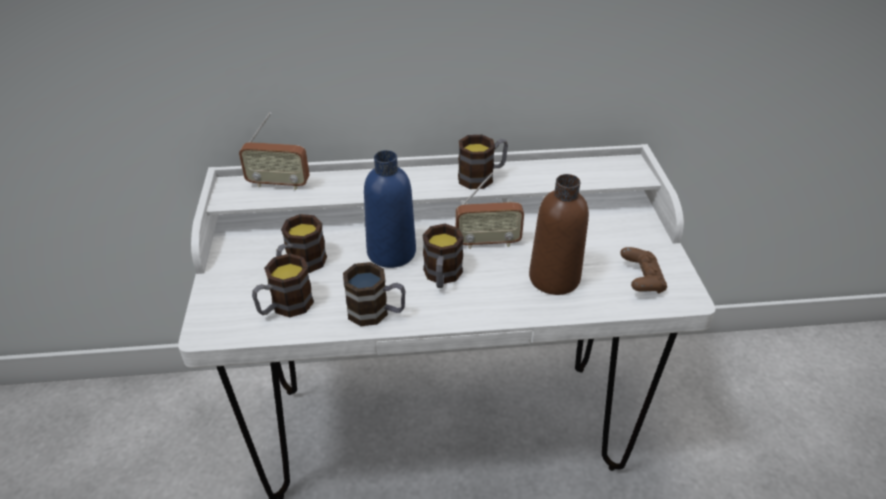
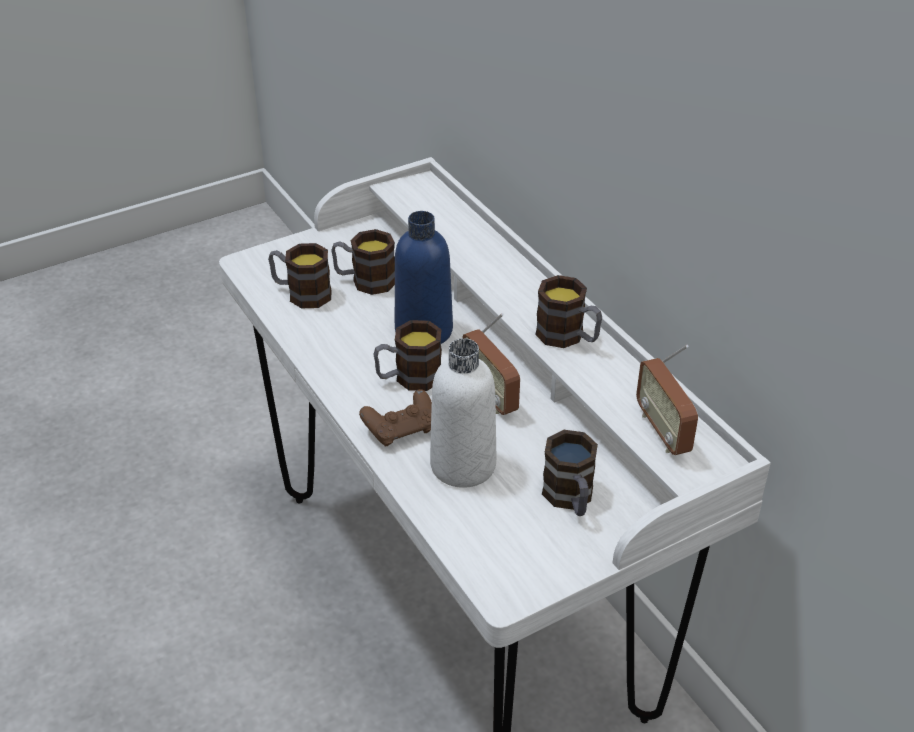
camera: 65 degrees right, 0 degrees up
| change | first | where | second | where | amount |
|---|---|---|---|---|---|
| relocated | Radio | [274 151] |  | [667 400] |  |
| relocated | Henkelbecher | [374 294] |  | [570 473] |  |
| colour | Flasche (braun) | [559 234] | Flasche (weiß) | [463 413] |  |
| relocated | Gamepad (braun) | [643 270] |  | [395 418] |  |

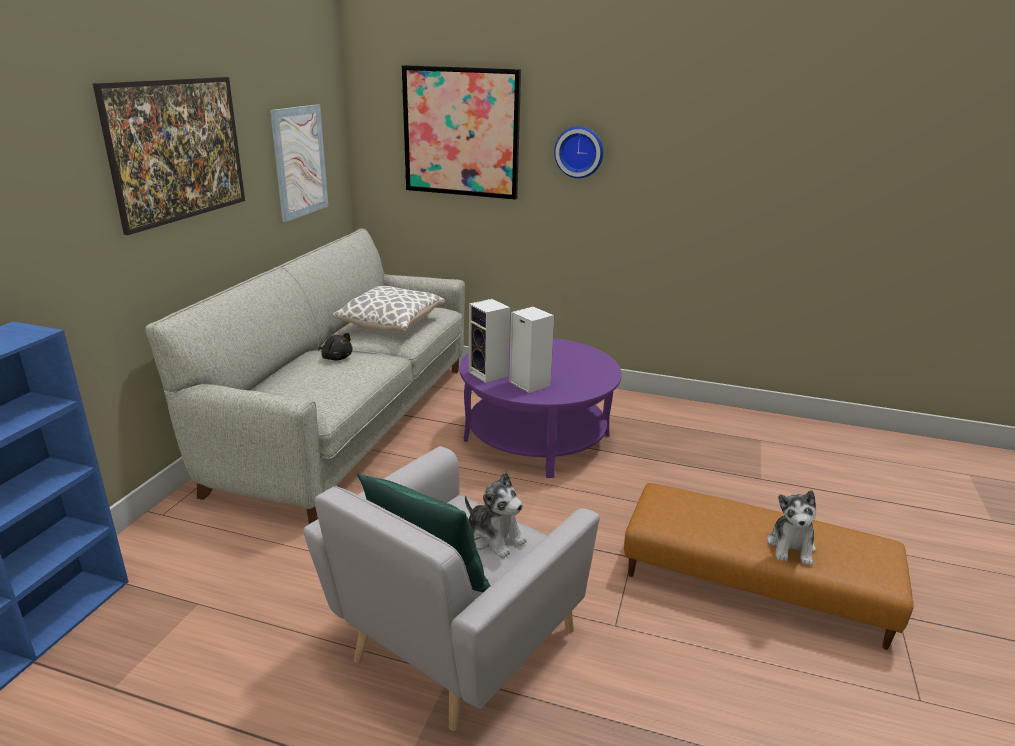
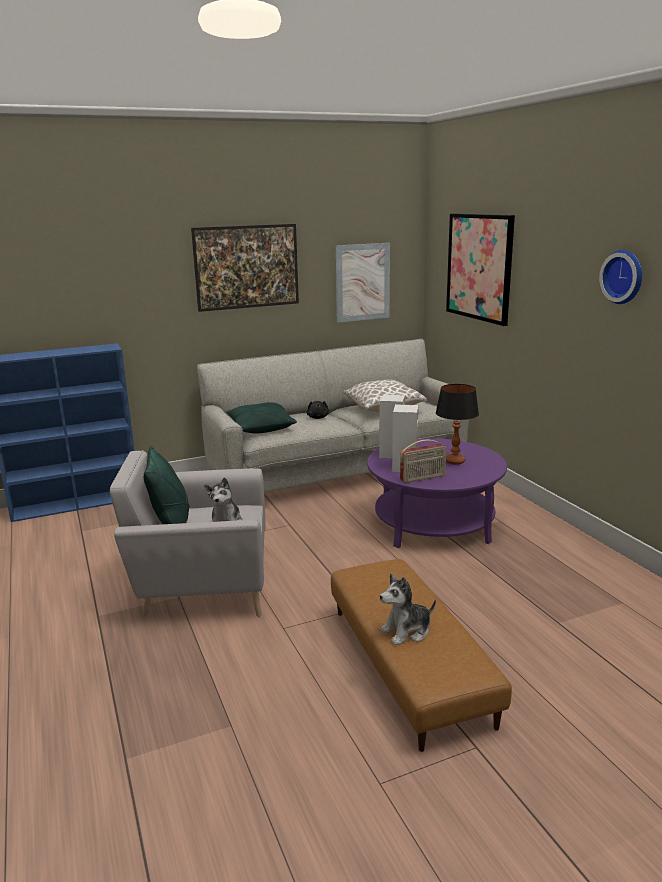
camera: 50 degrees right, 5 degrees down
| change | first | where | second | where | amount |
|---|---|---|---|---|---|
| relocated | Wanduhr | [578 152] |  | [620 277] |  |
| appeared |  |  | Kissen (grün) | [261 417] |  |
| appeared |  |  | Radio | [423 461] |  |
| appeared |  |  | Tischlampe | [457 424] |  |

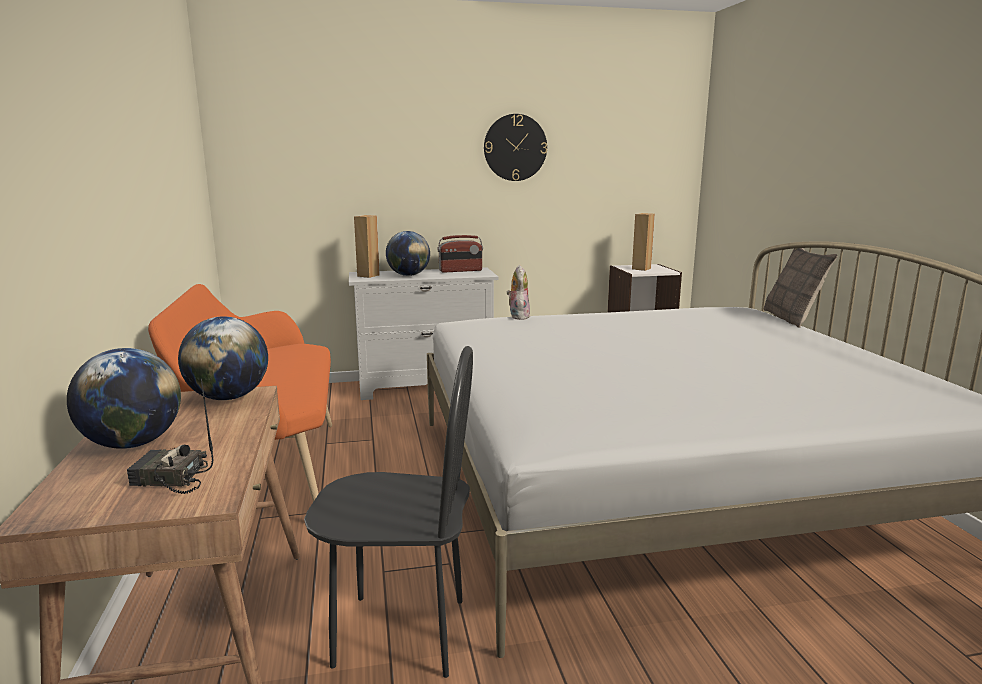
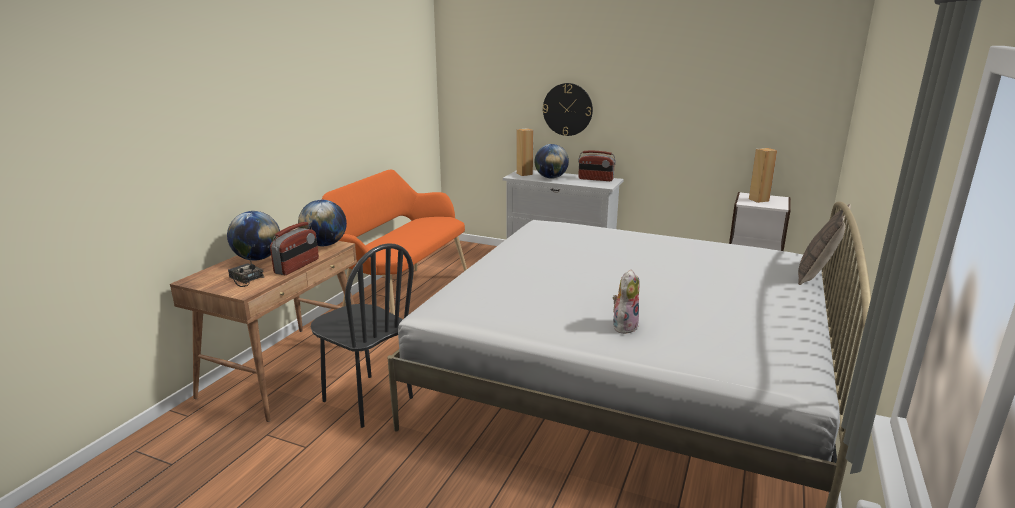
camera: 35 degrees right, 5 degrees up
| change | first | where | second | where | amount |
|---|---|---|---|---|---|
| relocated | Wanduhr | [515 147] |  | [568 109] |  |
| relocated | Plüschtier | [518 292] |  | [626 301] |  |
| appeared |  |  | Radio | [294 248] |  |

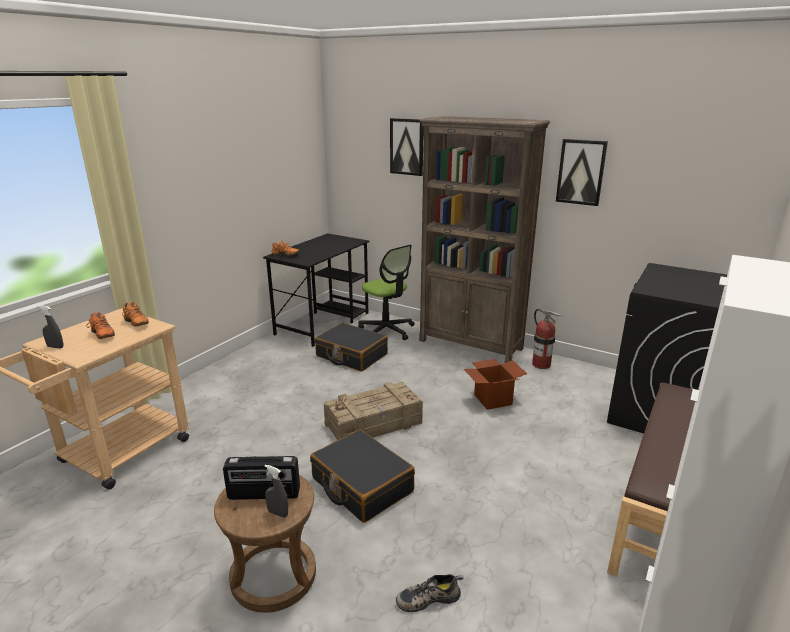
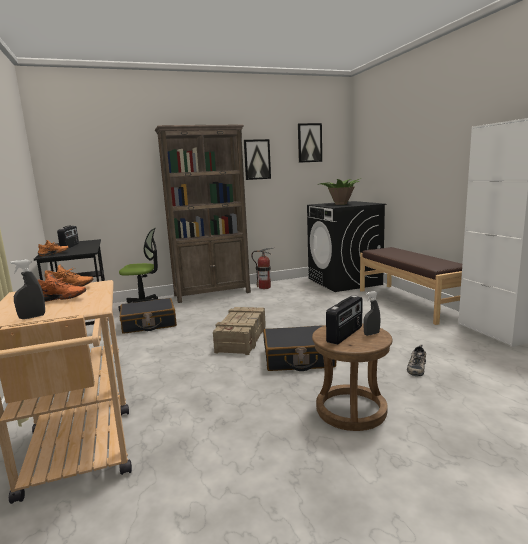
camera: 50 degrees left, 10 degrees down
| change | first | where | second | where | amount |
|---|---|---|---|---|---|
| relocated | Bild | [406 147] |  | [310 143] |  |
| missing | Karton | [495 384] |  |  |  |
| appeared |  |  | Radio | [68 237] |  |
| appeared |  |  | Topfpflanze | [339 191] |  |

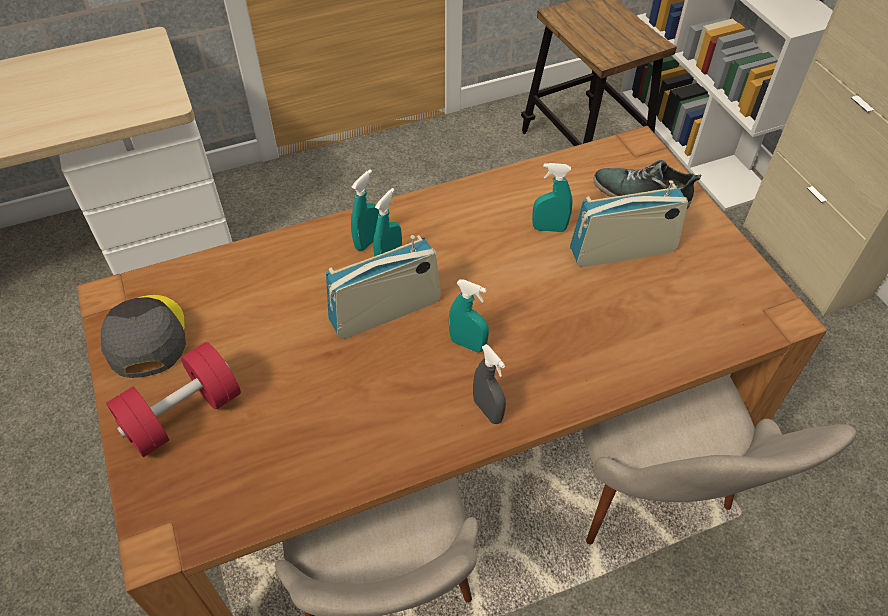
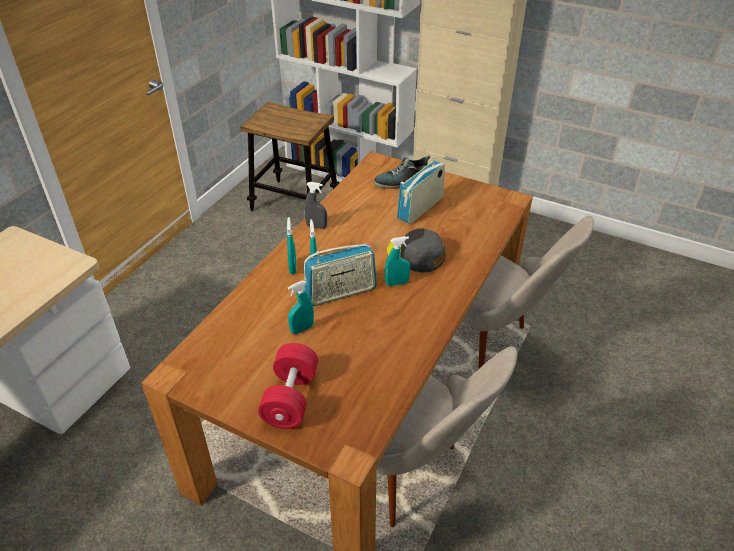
camera: 40 degrees left, 10 degrees down
| change | first | where | second | where | amount |
|---|---|---|---|---|---|
| relocated | Kappe (grau) | [143 336] |  | [416 250] |  |
| spun | Radio | [383 287] |  | [340 275] | 135 degrees counterclockwise |
| relocated | Sprühflasche (grau) | [489 384] |  | [315 205] |  |
| relocated | Sprühflasche (türkis) | [552 197] |  | [301 307] |  |

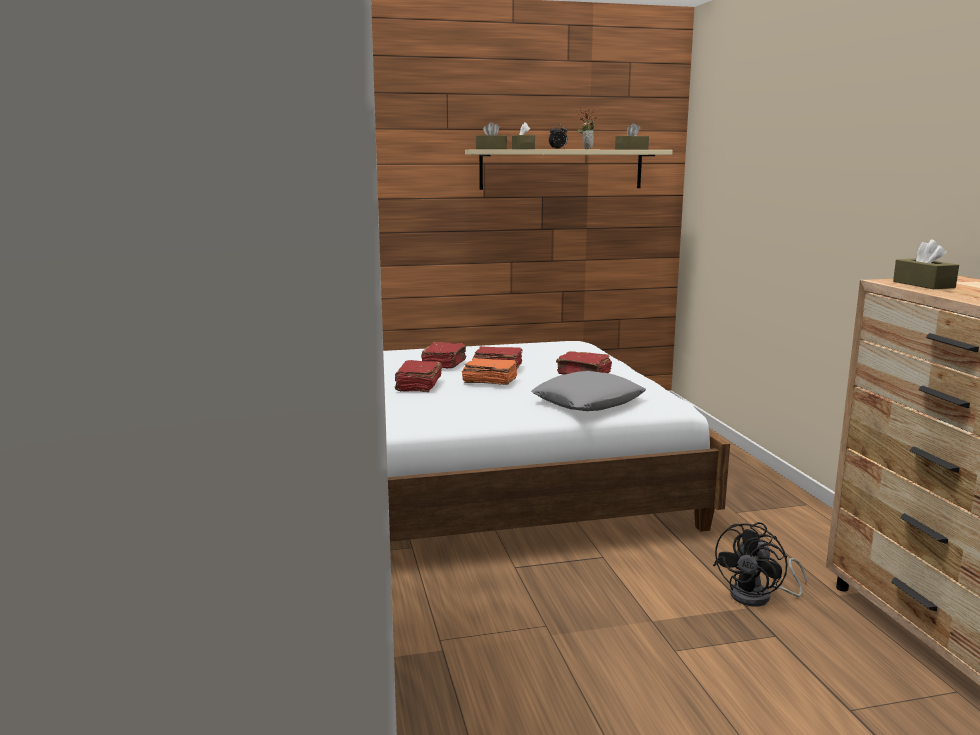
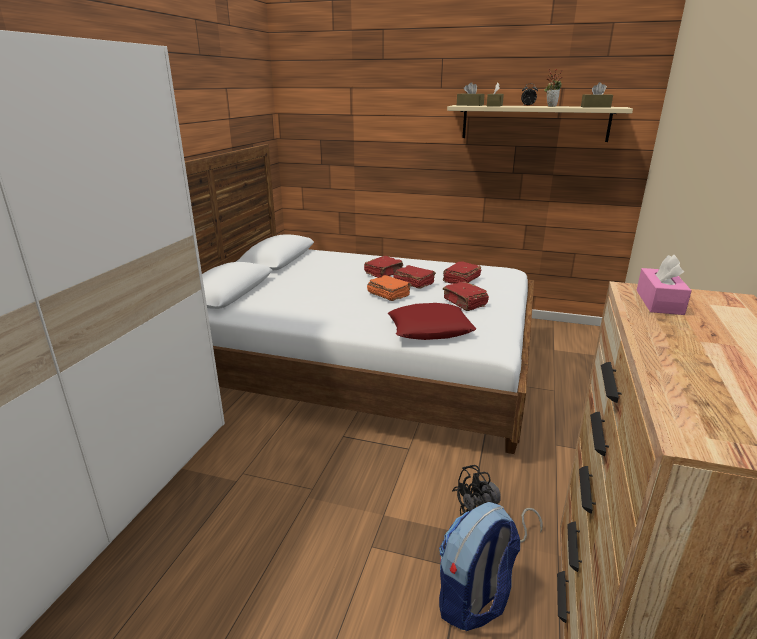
camera: 30 degrees right, 10 degrees up
| change | first | where | second | where | amount |
|---|---|---|---|---|---|
| relocated | Buch (rot) | [418 376] |  | [462 272] |  |
| colour | Kissen (grau) | [588 391] | Kissen (rot) | [432 321] |  |
| colour | Taschentuchbox (braun) | [926 264] | Taschentuchbox (rosa) | [664 285] |  |
| appeared |  |  | Rucksack | [479 566] |  |

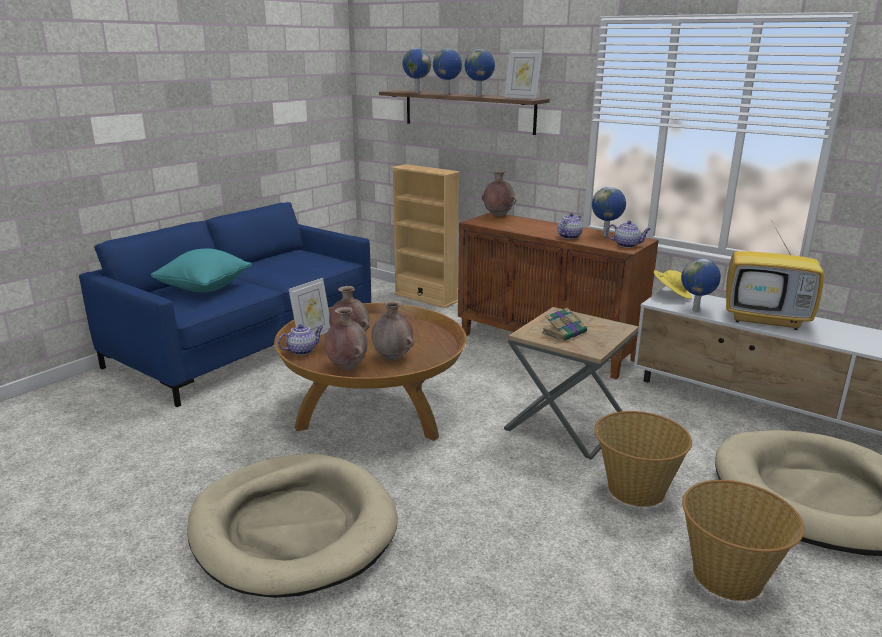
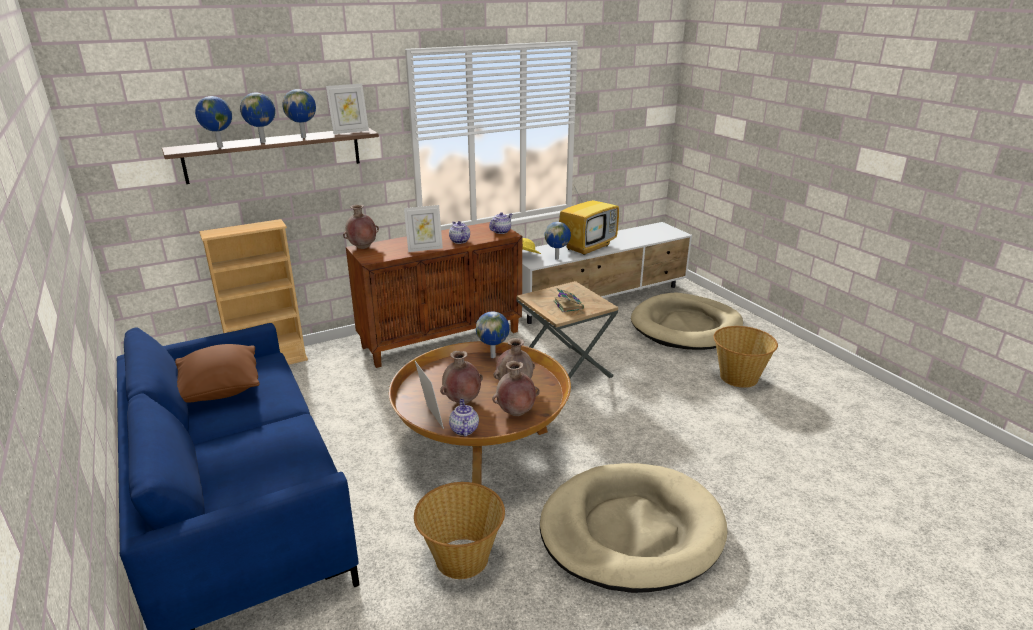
camera: 65 degrees left, 5 degrees up
| change | first | where | second | where | amount |
|---|---|---|---|---|---|
| missing | Kissen (türkis) | [201 271] |  |  |  |
| relocated | Globus | [609 211] |  | [492 334] |  |
| relocated | Korb | [643 459] |  | [459 530] |  |
| appeared |  |  | Kissen (braun) | [217 373] |  |
| appeared |  |  | Bilderrahmen | [423 228] |  |

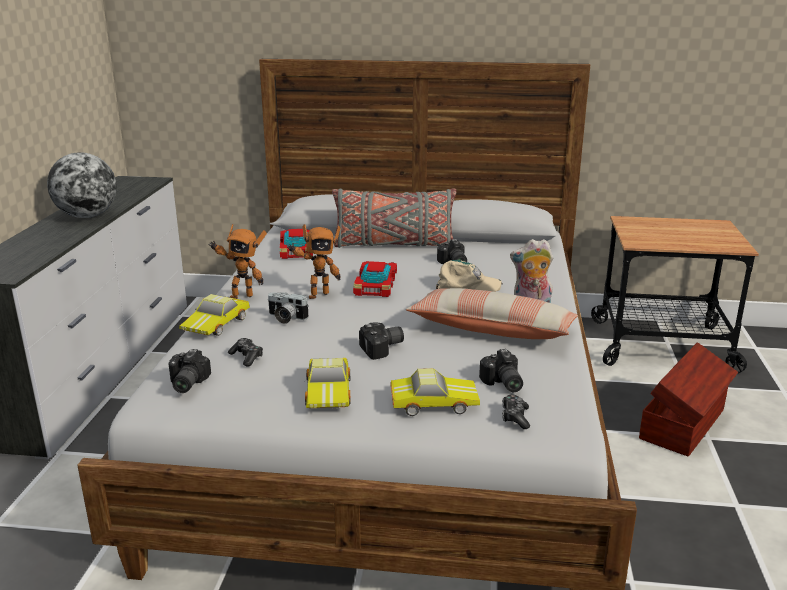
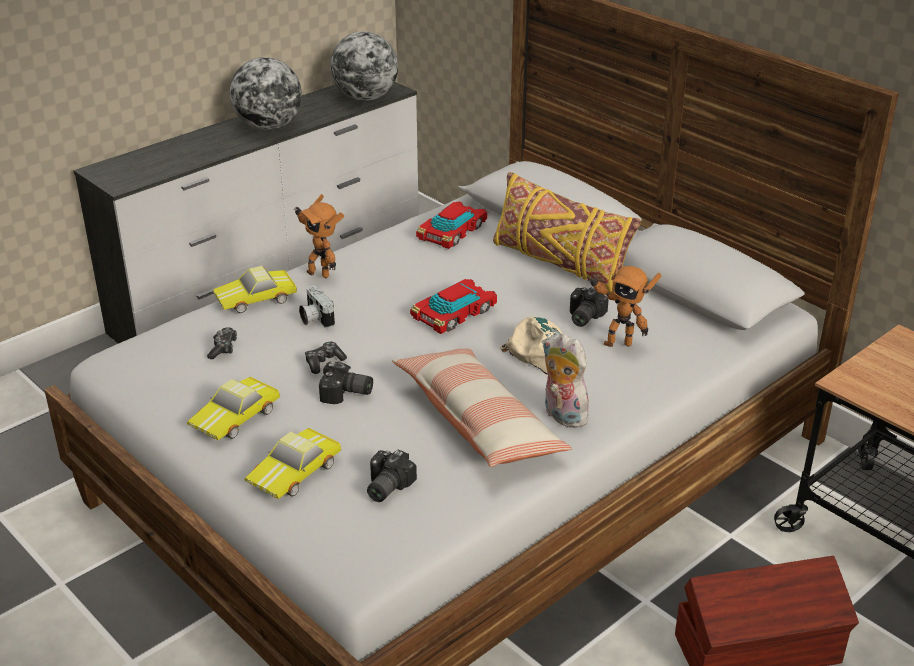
camera: 40 degrees right, 10 degrees up
| change | first | where | second | where | amount |
|---|---|---|---|---|---|
| missing | Kamera | [189 371] |  |  |  |
| relocated | Spielzeugroboter | [313 261] |  | [625 302] |  |
| colour | Kissen (grau) | [394 218] | Kissen (gelb) | [567 232] |  |
| spun | Spielzeugauto | [435 392] |  | [292 463] | 90 degrees clockwise |
| relocated | Gamepad | [516 411] |  | [326 358] |  |
| appeared |  |  | Globus | [364 66] |  |

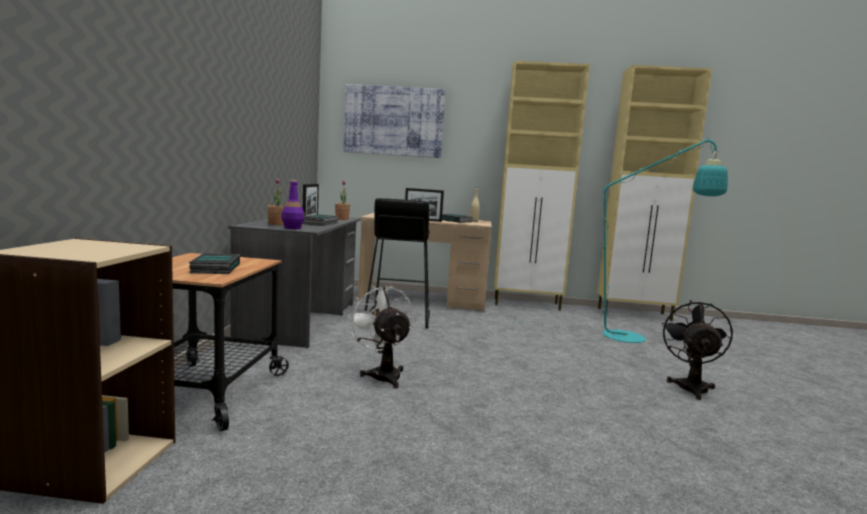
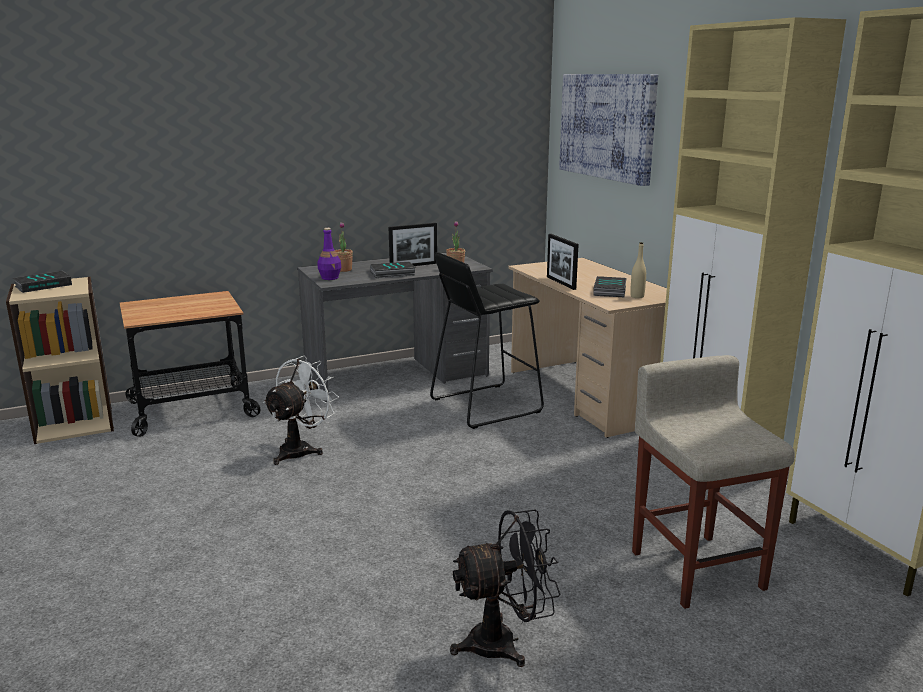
camera: 60 degrees right, 10 degrees up
| change | first | where | second | where | amount |
|---|---|---|---|---|---|
| relocated | Buch | [214 263] |  | [42 282] |  |
| exchanged | Stehlampe (türkis) | [621 240] | Hocker (beige) | [713 482] |  |

